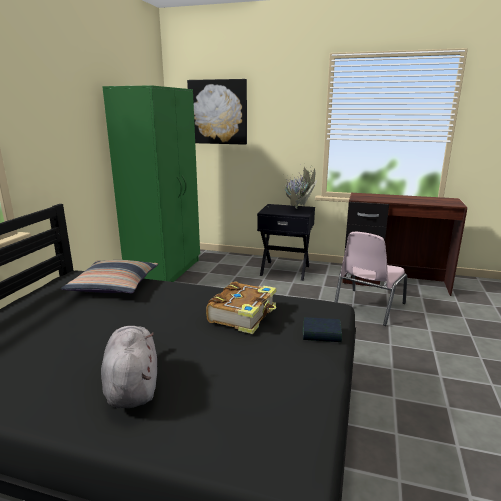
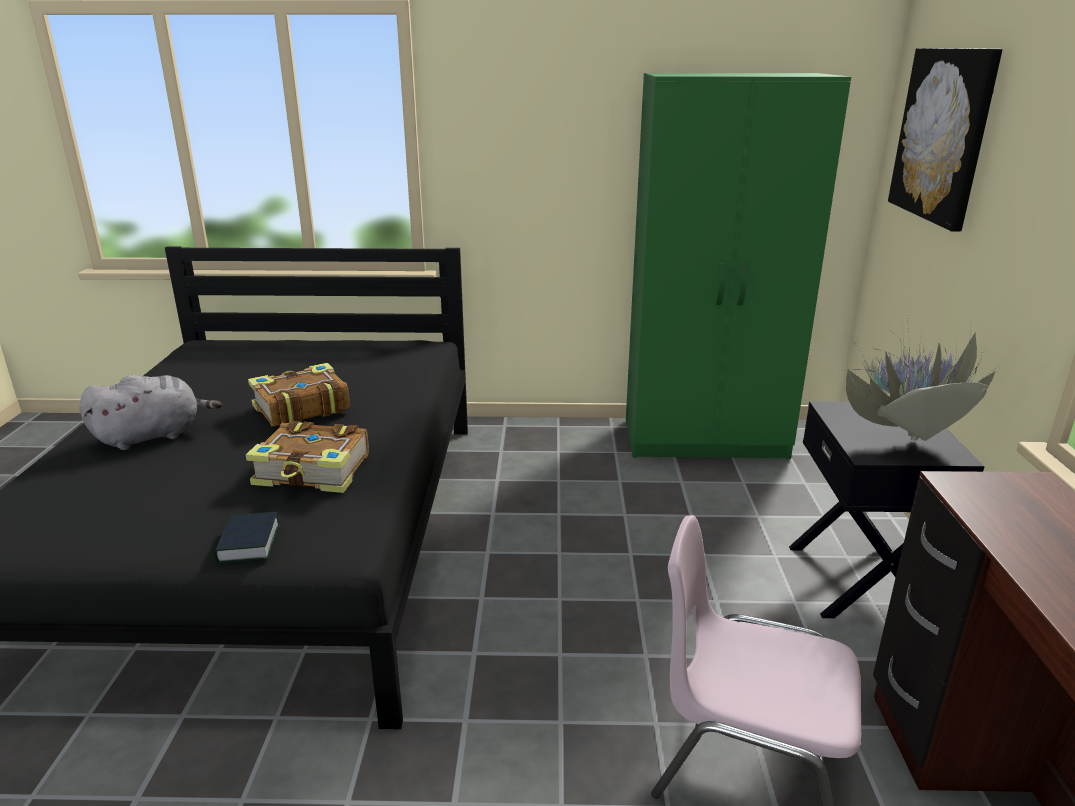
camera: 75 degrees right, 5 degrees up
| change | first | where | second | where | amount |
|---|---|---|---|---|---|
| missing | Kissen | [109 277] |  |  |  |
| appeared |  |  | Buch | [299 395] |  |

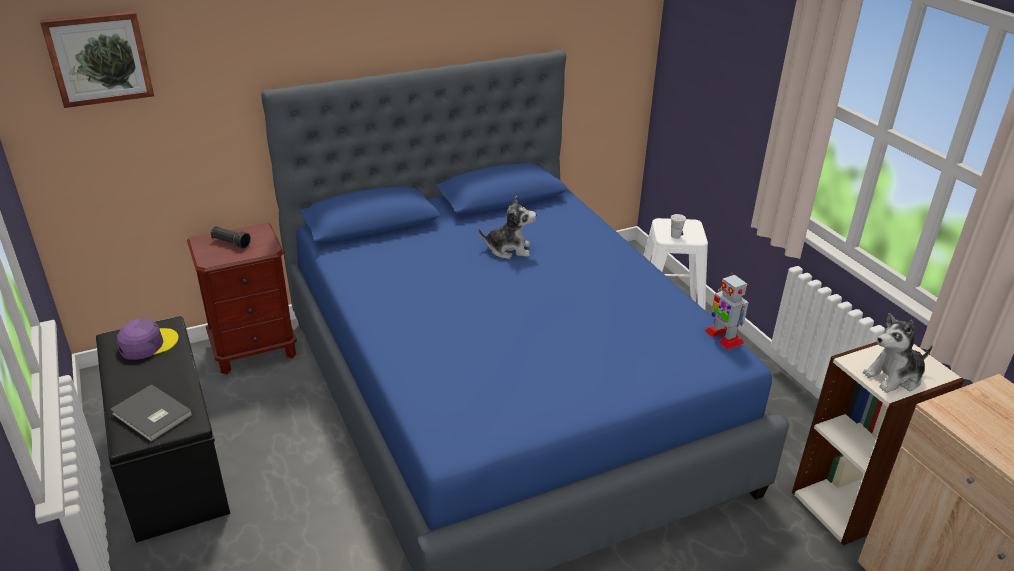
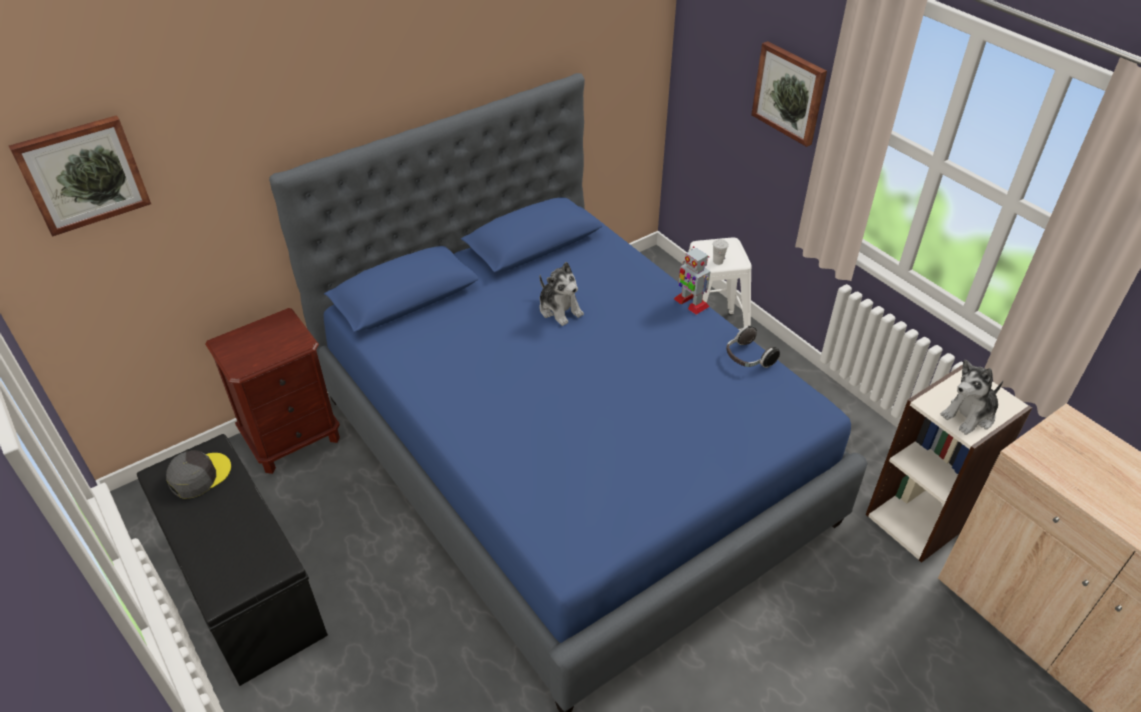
camera: 10 degrees left, 10 degrees up
| change | first | where | second | where | amount |
|---|---|---|---|---|---|
| missing | Buch (grau) | [151 413] |  |  |  |
| colour | Kappe (lila) | [148 339] | Kappe (grau) | [198 474] |  |
| missing | Taschenlampe (schwarz) | [231 237] |  |  |  |
| spun | Plüschtier | [507 227] |  | [562 294] | 60 degrees clockwise |
| relocated | Spielzeugroboter | [727 311] |  | [692 280] |  |
| appeared |  |  | Kopfhörer | [753 347] |  |
| appeared |  |  | Bild | [789 94] |  |

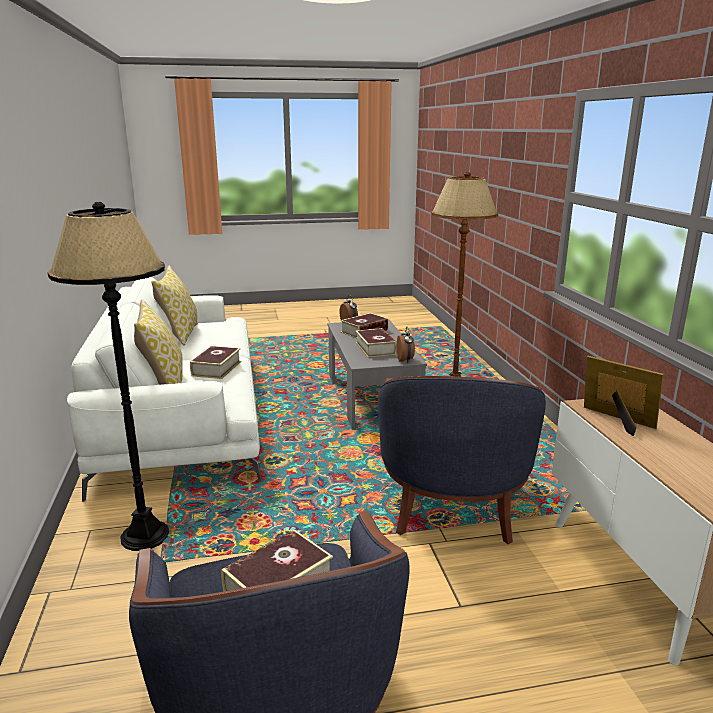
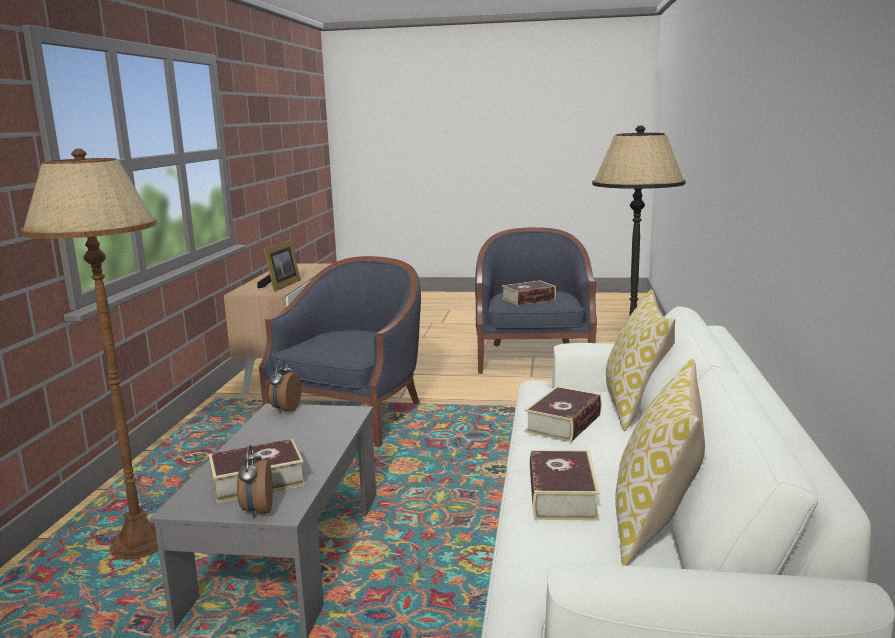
camera: 160 degrees left, 5 degrees down
| change | first | where | second | where | amount |
|---|---|---|---|---|---|
| relocated | Buch | [376 343] |  | [565 485] |  |
| spun | Bilderrahmen | [624 396] |  | [279 265] | 135 degrees counterclockwise |

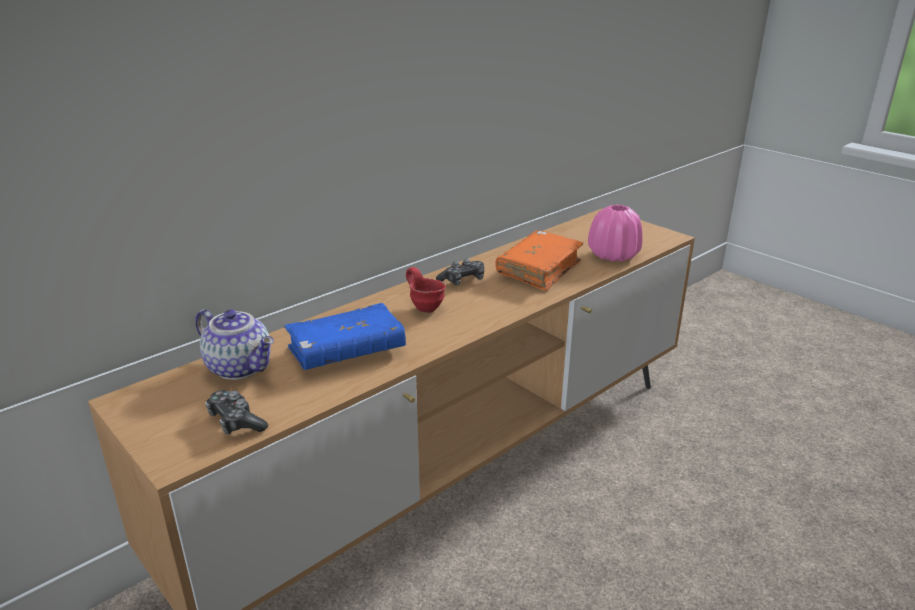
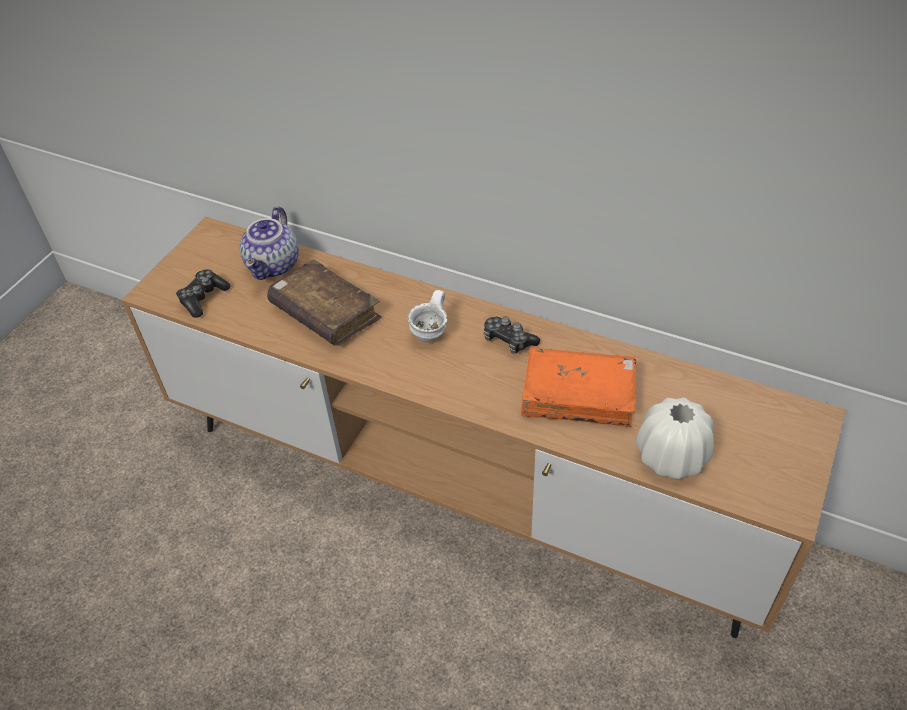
camera: 70 degrees right, 20 degrees up
| change | first | where | second | where | amount |
|---|---|---|---|---|---|
| colour | Buch (blau) | [345 336] | Buch (braun) | [324 302] |  |
| colour | Henkelbecher (rot) | [426 290] | Henkelbecher (weiß) | [427 316] |  |
| colour | Vase (rosa) | [615 233] | Vase (weiß) | [675 438] |  |

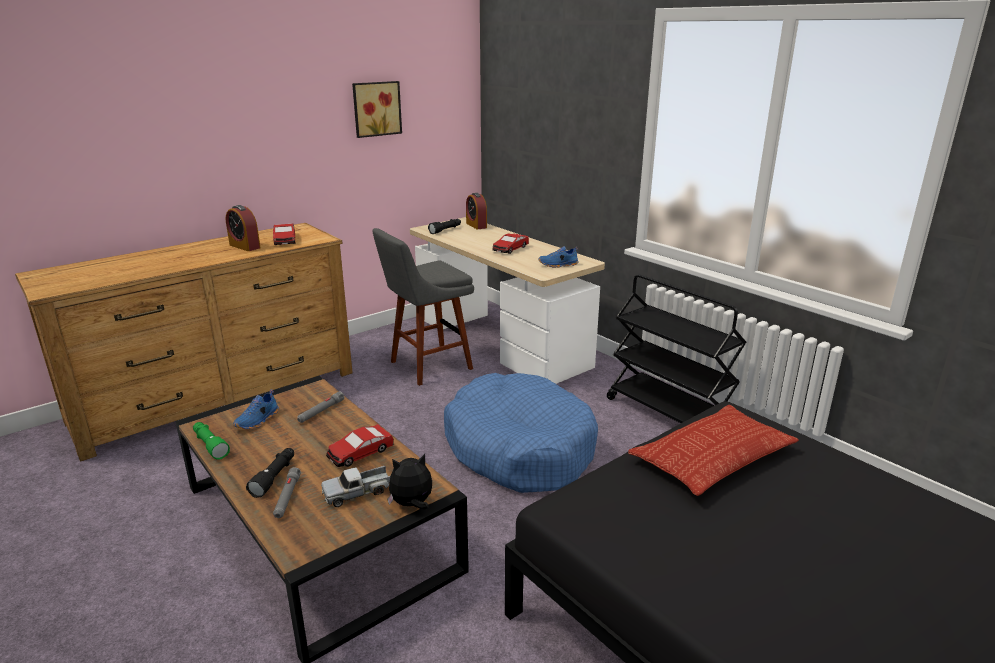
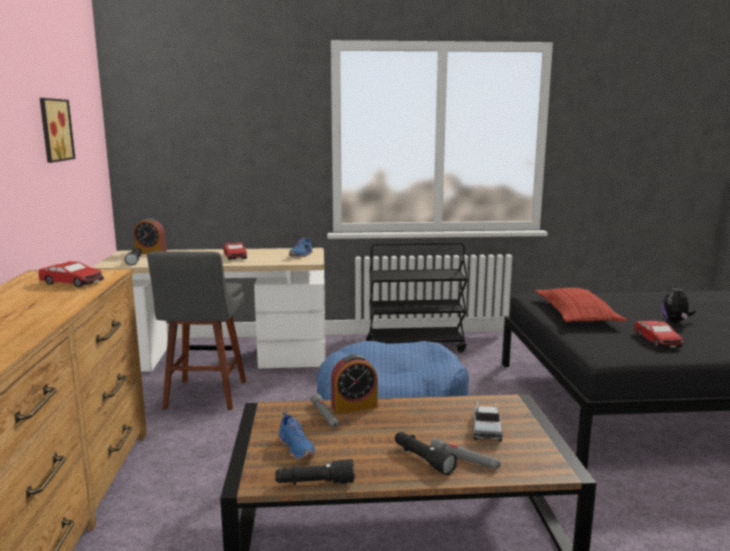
camera: 55 degrees left, 10 degrees down
| change | first | where | second | where | amount |
|---|---|---|---|---|---|
| colour | Taschenlampe (grün) | [211 441] | Taschenlampe (schwarz) | [315 472] |  |
| relocated | Wecker | [243 228] |  | [354 384] |  |
| relocated | Spielzeugauto | [360 445] |  | [658 334] |  |
| relocated | Plüschtier | [409 482] |  | [679 302] |  |

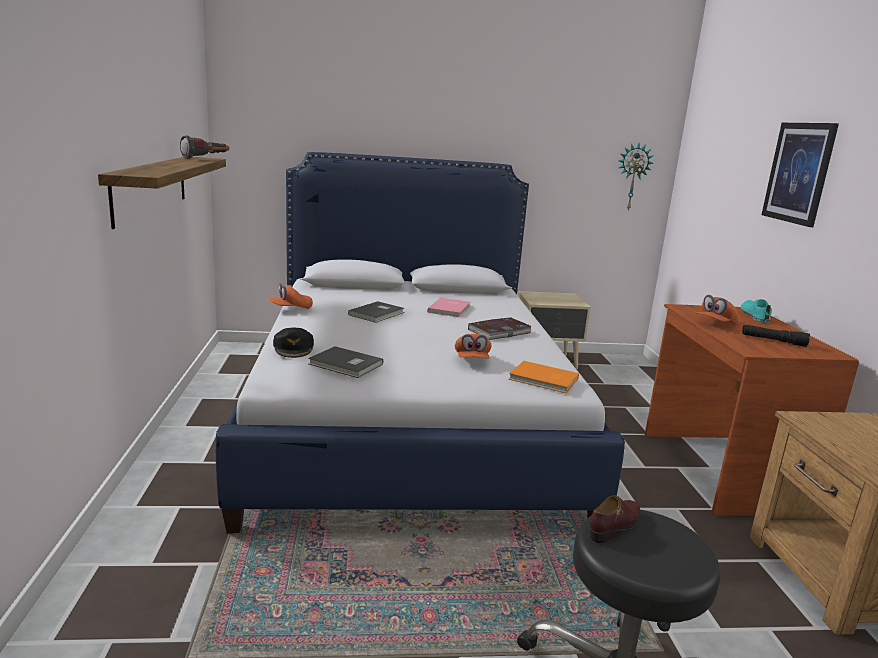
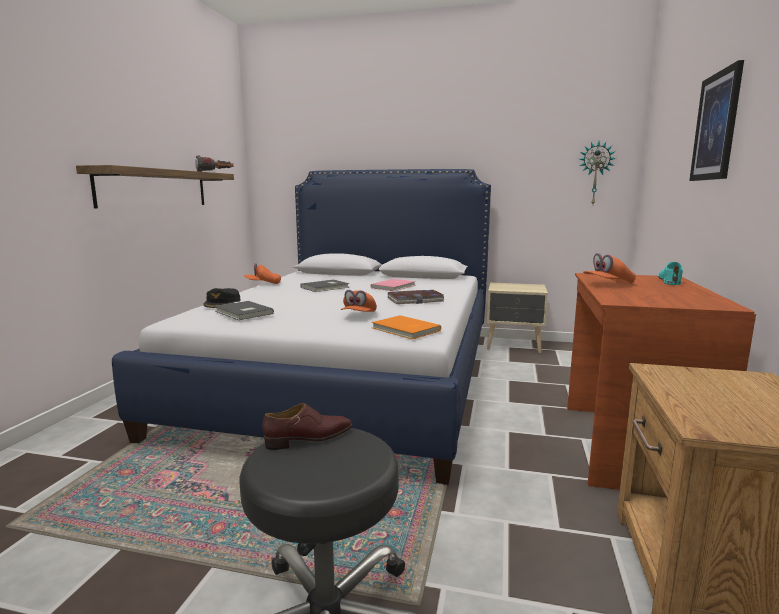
camera: 20 degrees right, 5 degrees down
| change | first | where | second | where | amount |
|---|---|---|---|---|---|
| missing | Taschenlampe (schwarz) | [776 336] |  |  |  |

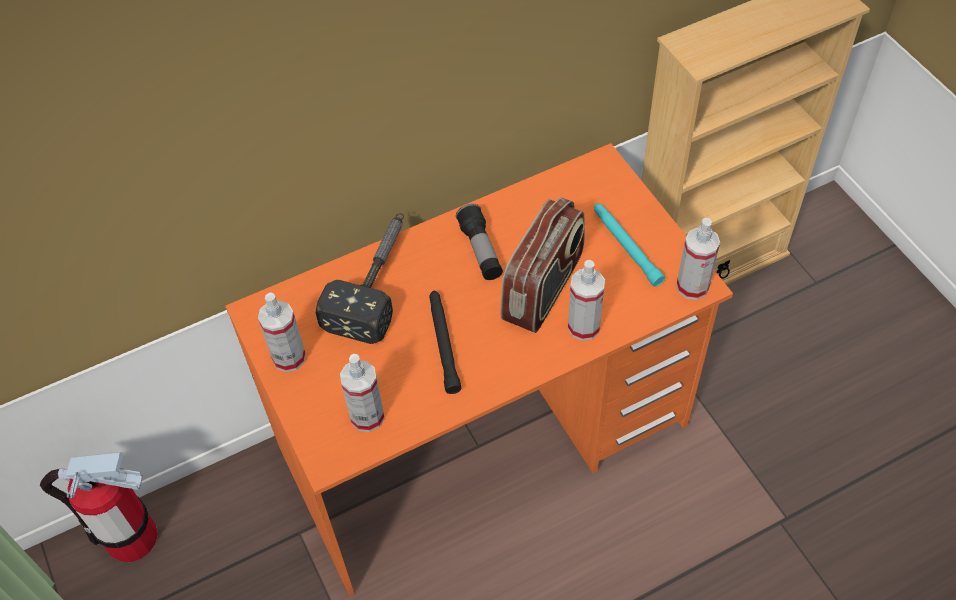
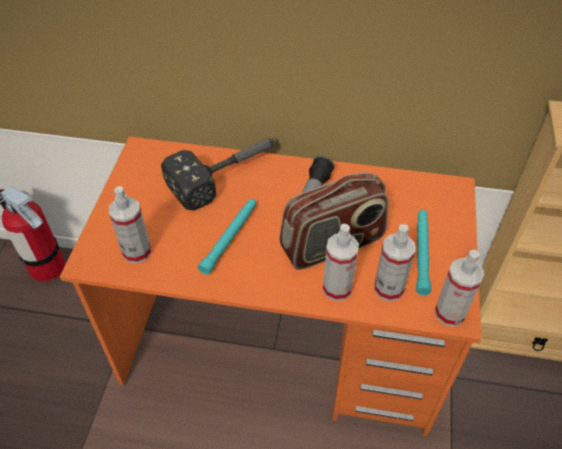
camera: 35 degrees right, 5 degrees down
| change | first | where | second | where | amount |
|---|---|---|---|---|---|
| relocated | Sprühflasche | [282 332] |  | [394 263] |  |
| colour | Taschenlampe (schwarz) | [445 342] | Taschenlampe (türkis) | [227 237] |  |

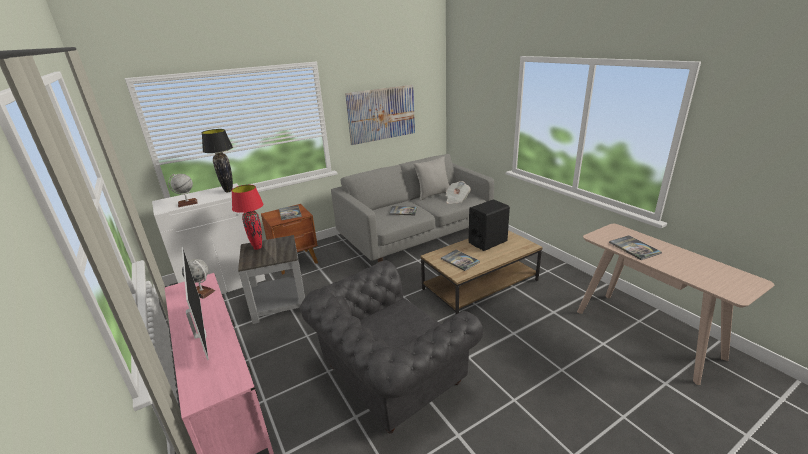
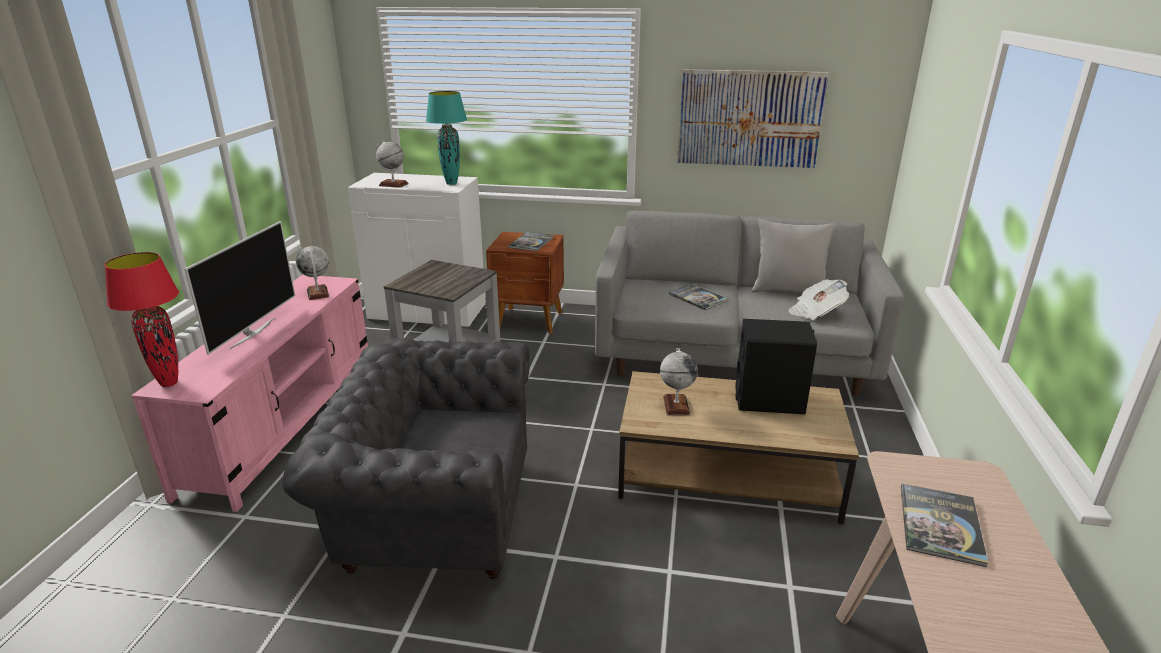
camera: 40 degrees right, 0 degrees up
| change | first | where | second | where | amount |
|---|---|---|---|---|---|
| colour | Tischlampe (schwarz) | [217 160] | Tischlampe (türkis) | [446 138] |  |
| relocated | Tischlampe (rot) | [248 217] |  | [141 319] |  |
| exchanged | Buch | [460 260] | Globus | [679 381] |  |

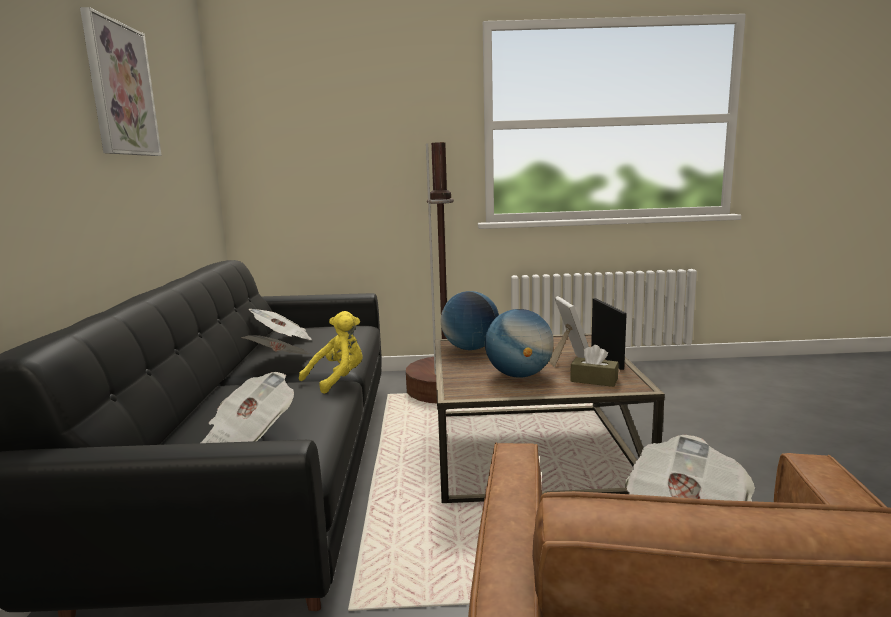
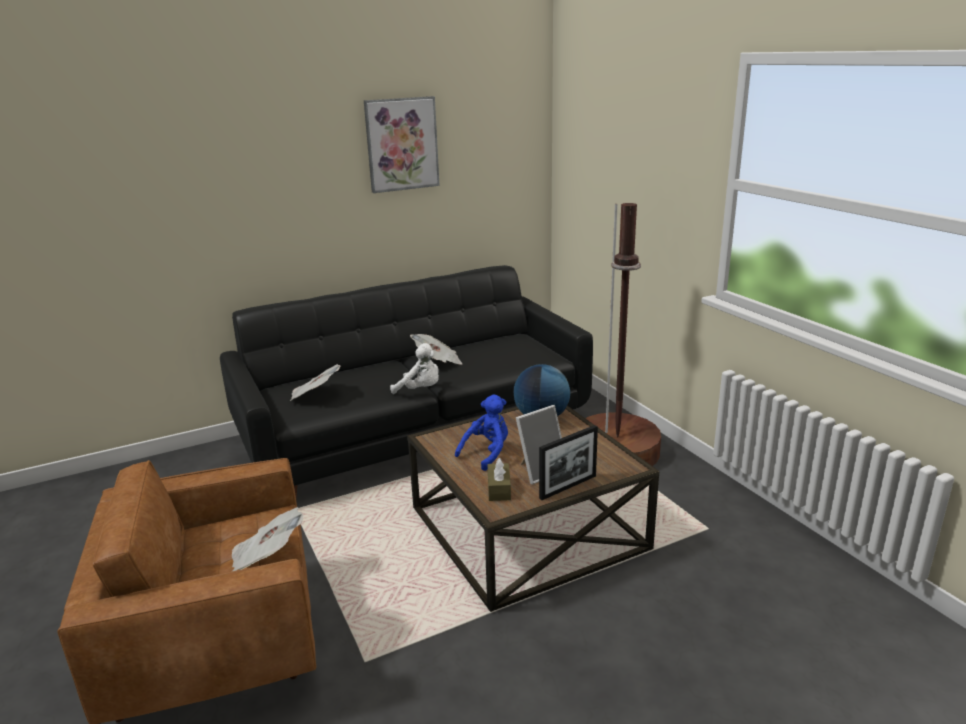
camera: 65 degrees right, 10 degrees up
| change | first | where | second | where | amount |
|---|---|---|---|---|---|
| missing | Zeitung | [280 324] |  |  |  |
| colour | Plüschtier (gelb) | [331 352] | Plüschtier (weiß) | [414 368] |  |
| exchanged | Globus | [519 343] | Plüschtier (blau) | [481 432] |  |

